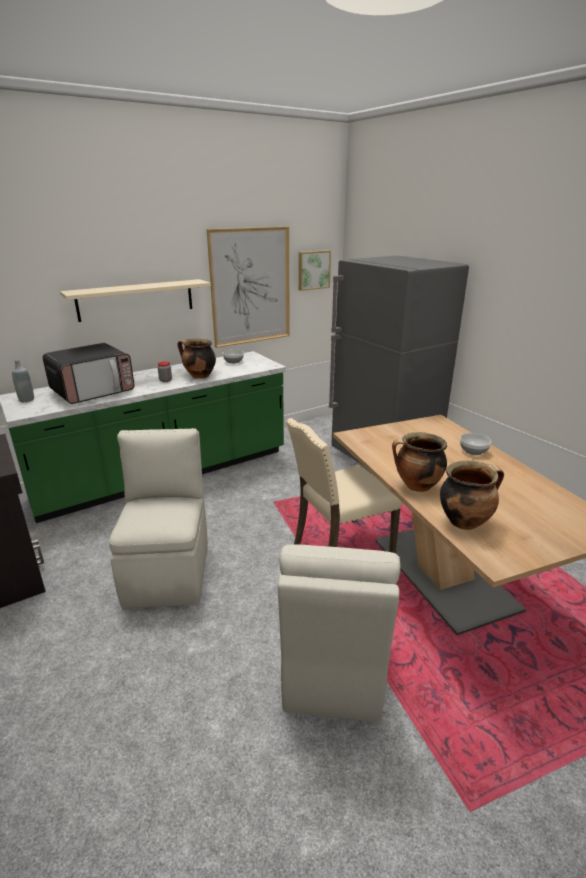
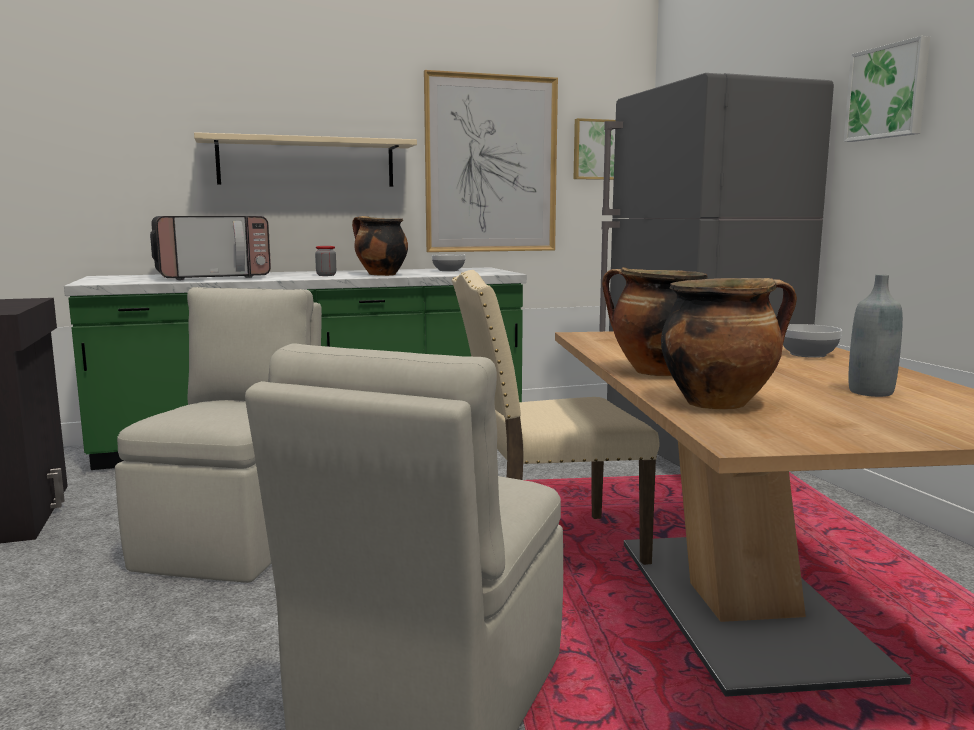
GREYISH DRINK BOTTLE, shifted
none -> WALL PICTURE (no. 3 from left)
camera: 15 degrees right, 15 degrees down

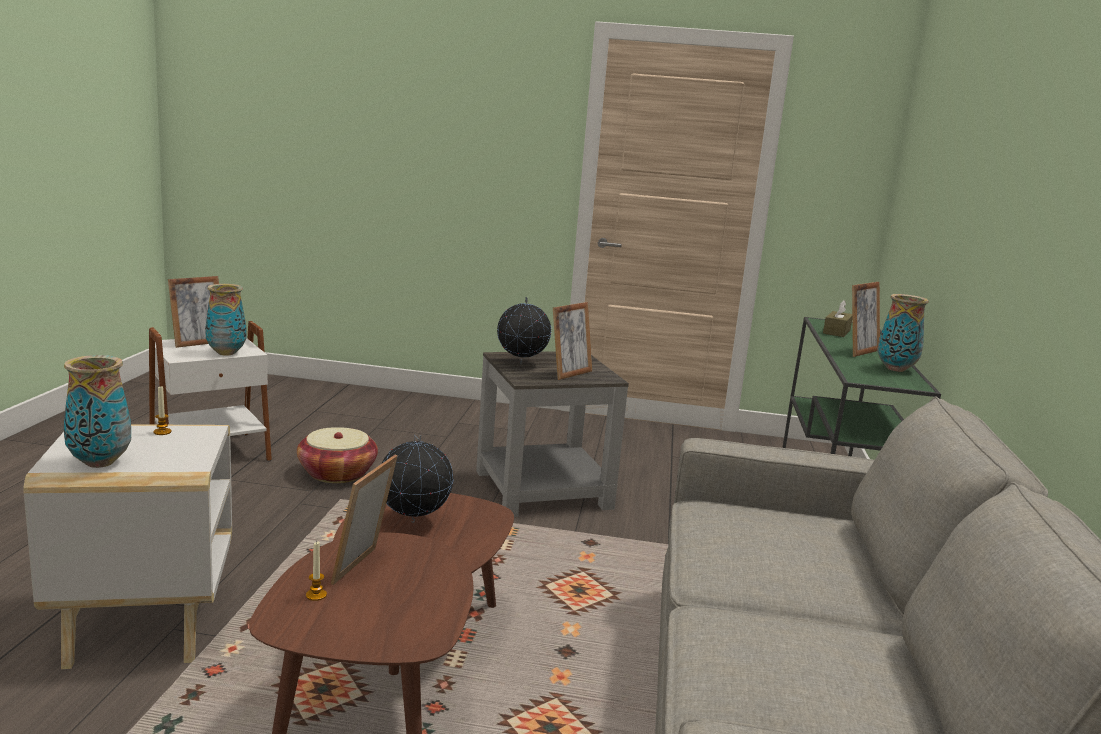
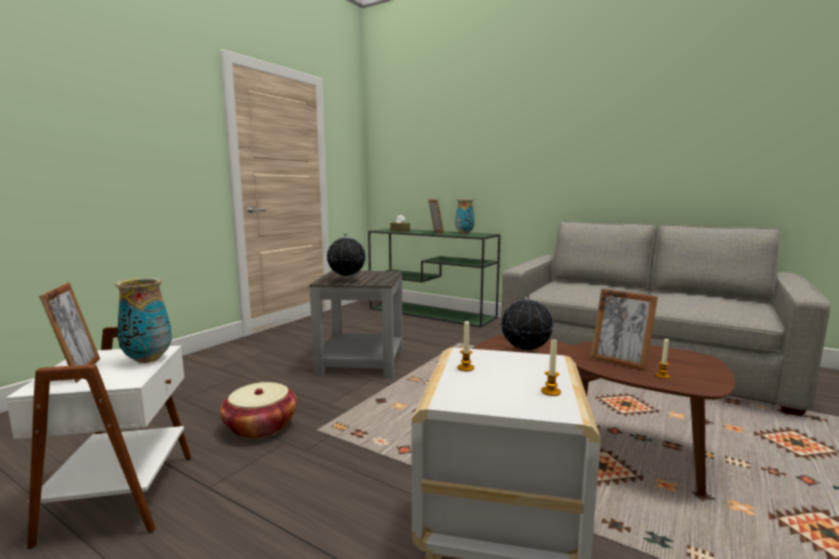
FLOWER VASE (no. 1 from left) -> WAX CANDLE (no. 2 from left)
STANDING FRAME (no. 3 from left) -> none
camera: 65 degrees left, 5 degrees down

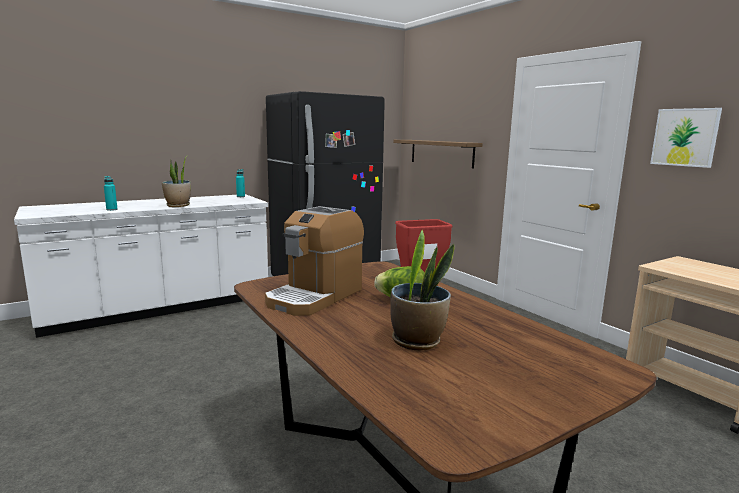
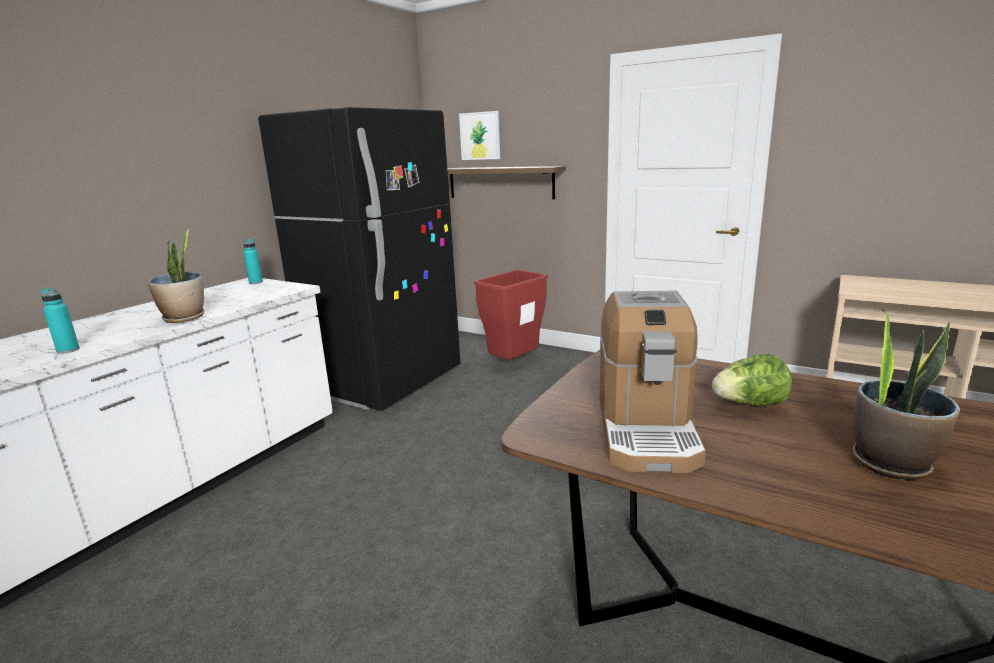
WALL PICTURE, shifted
camera: 25 degrees left, 5 degrees up

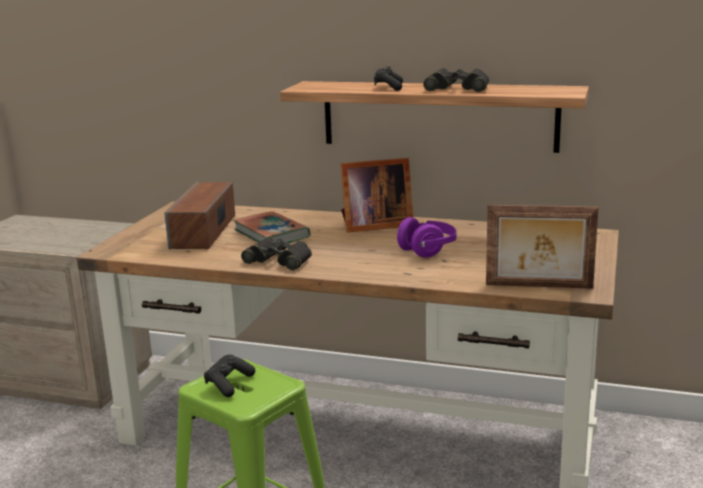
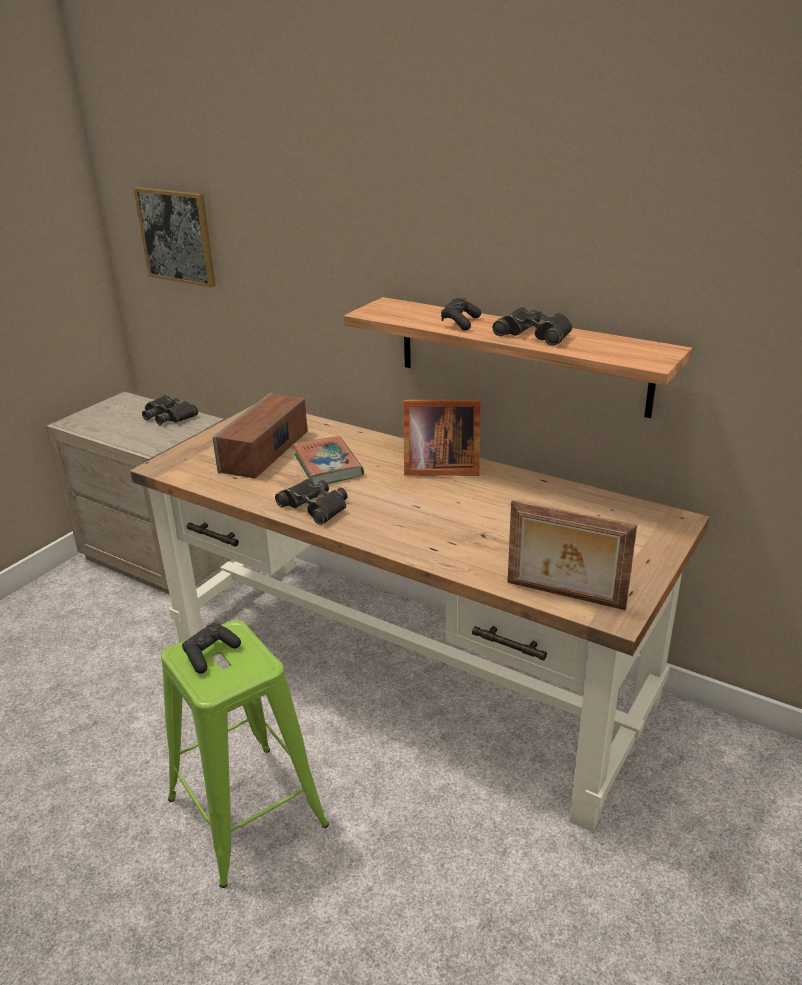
PURPLE-COLOURED HEADSET -> none
none -> WALL PICTURE
none -> BLACK-COLOURED BINOCULARS (no. 1 from left)
camera: 15 degrees right, 10 degrees up

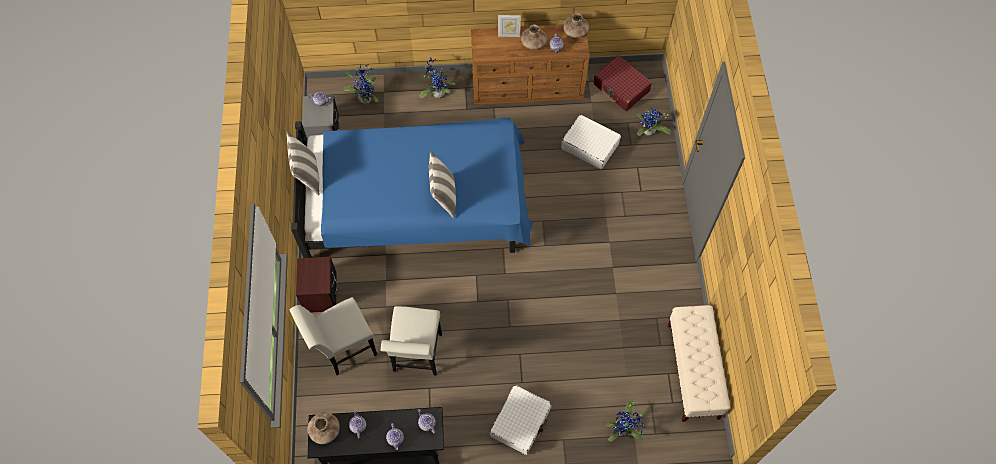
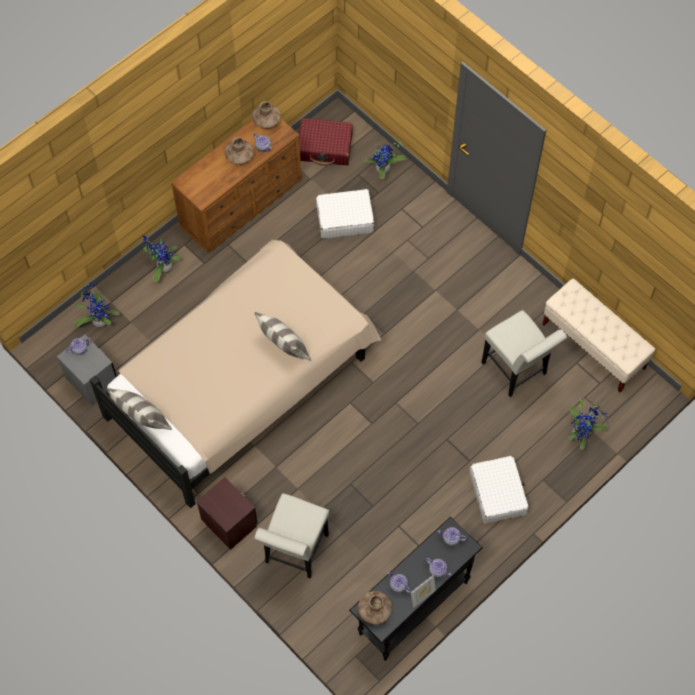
BLUE SLEEPING BED -> SAND-COLOURED SLEEPING BED
WHITISH CHAIR (no. 2 from left), shifted
STANDING FRAME, shifted
camera: 40 degrees left, 0 degrees up

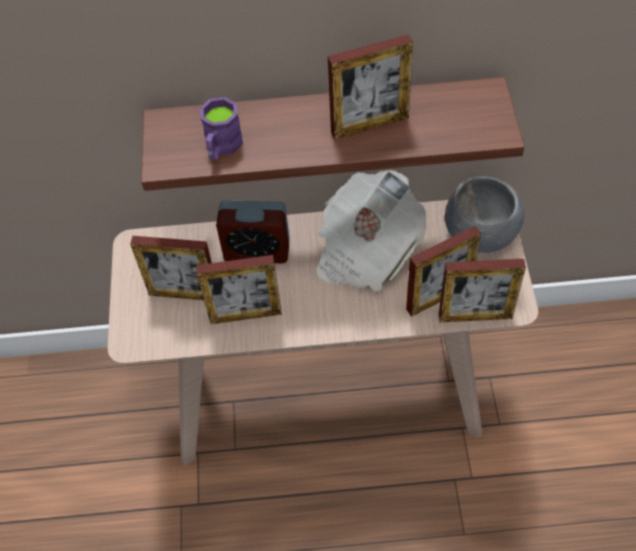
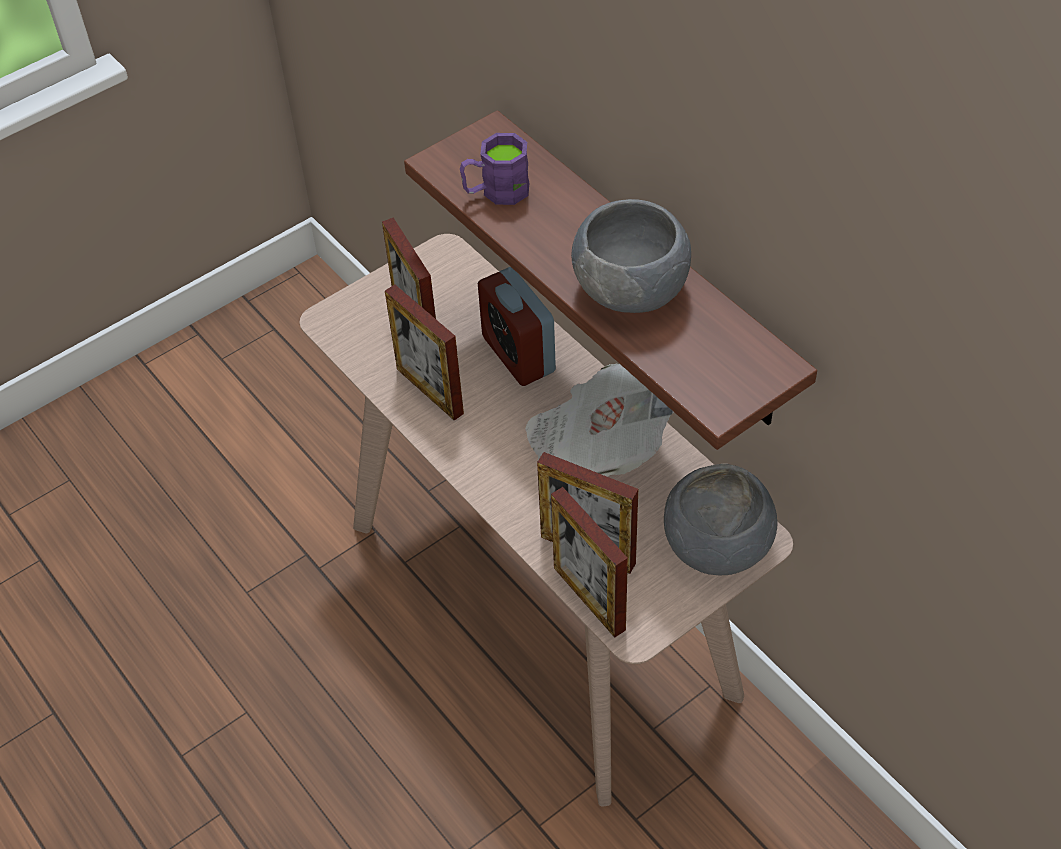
STANDING FRAME (no. 3 from left) -> GREYISH SERVING BOWL (no. 1 from left)
camera: 55 degrees right, 5 degrees down

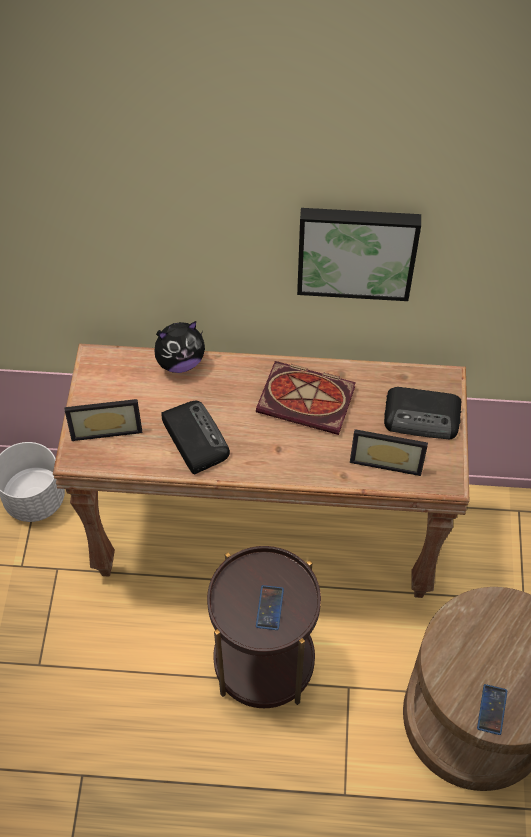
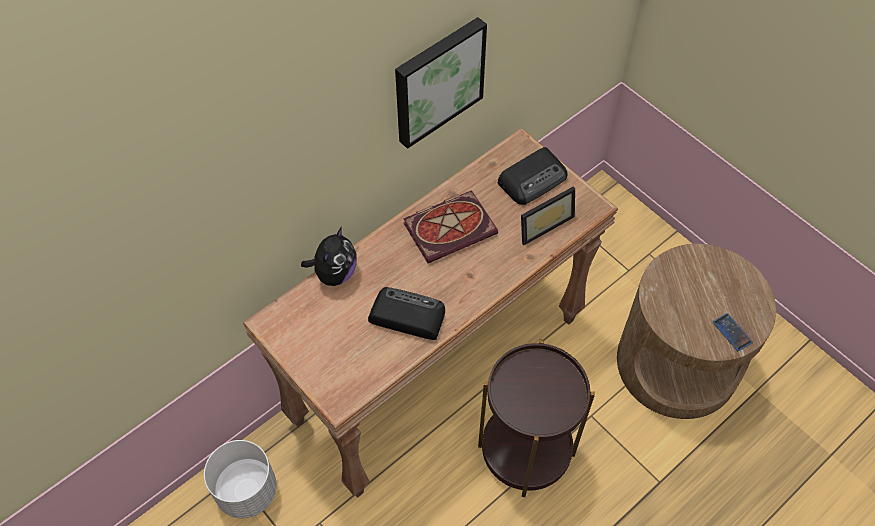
STANDING FRAME (no. 1 from left) -> none
HANDSET (no. 1 from left) -> none
camera: 45 degrees left, 0 degrees up

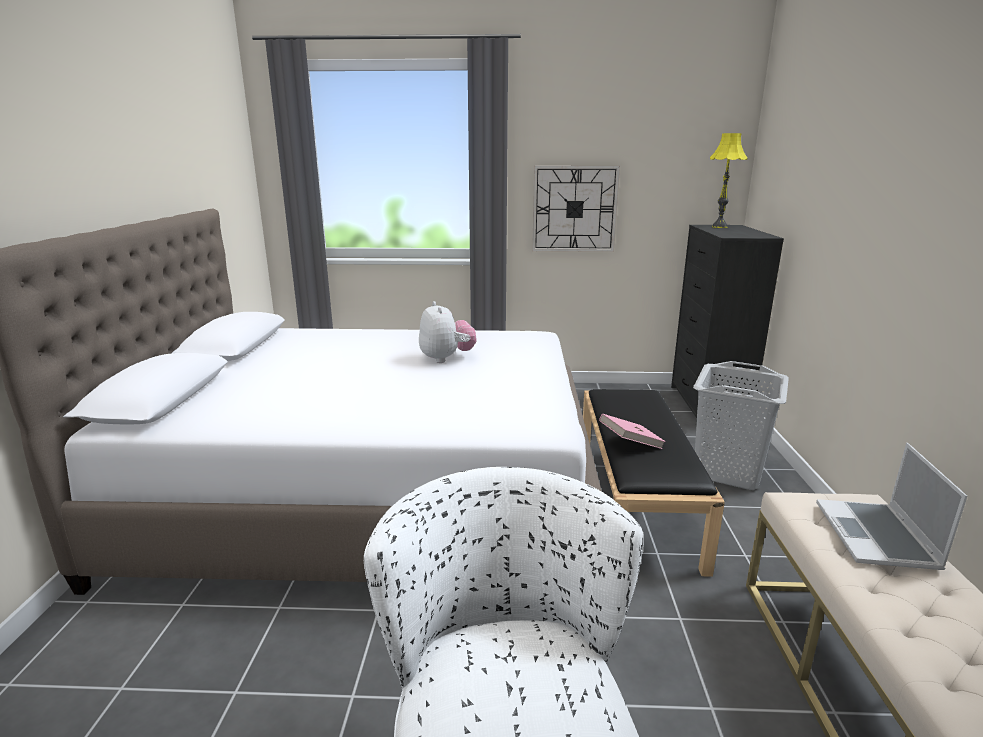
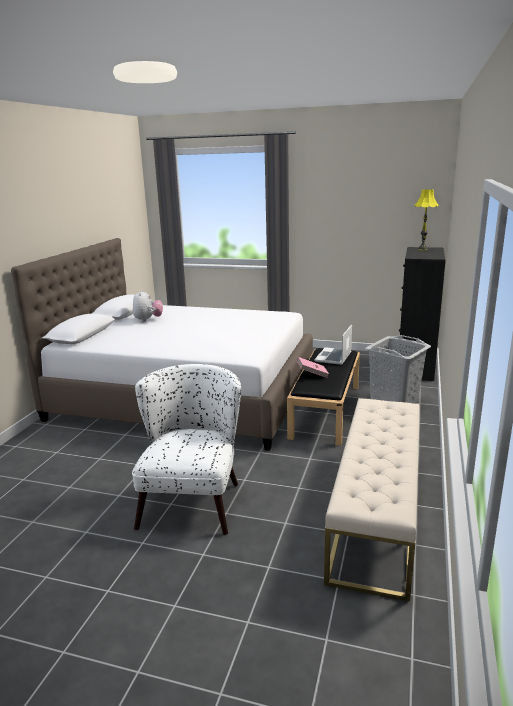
SOFT TOY, shifted
CLOCK ON THE WALL -> none
LAPTOP, shifted
camera: 15 degrees right, 0 degrees up

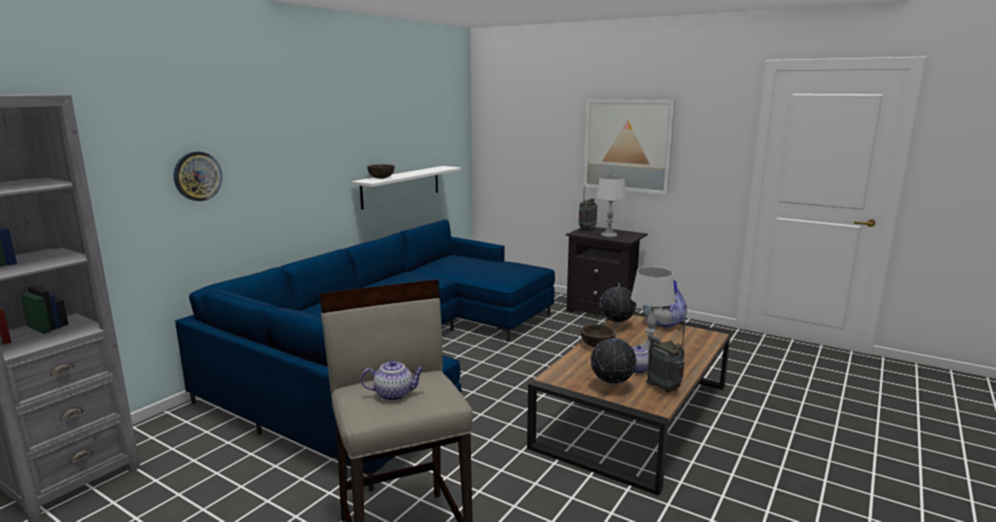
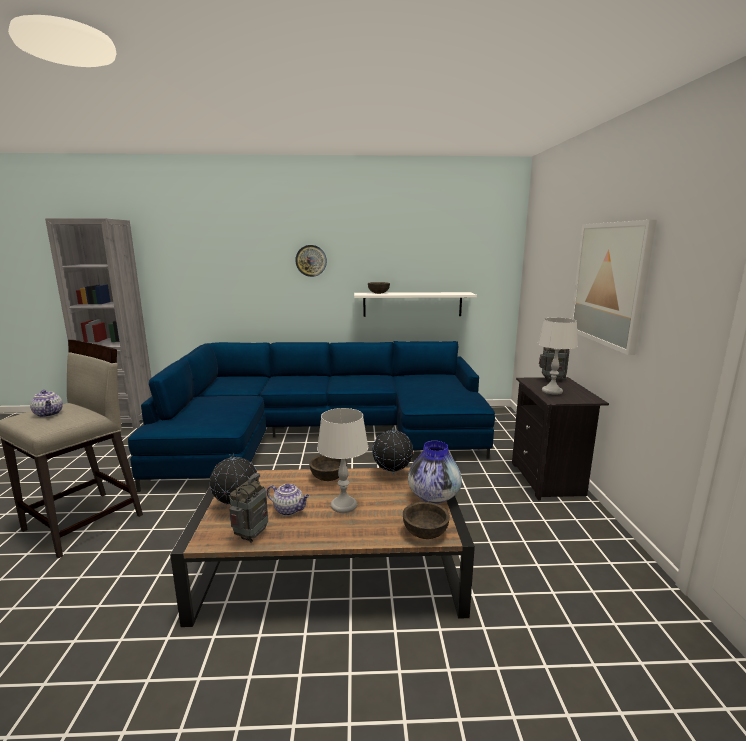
CLOCK ON THE WALL, shifted
none -> BROWNISH SERVING BOWL (no. 3 from left)
camera: 55 degrees right, 0 degrees up

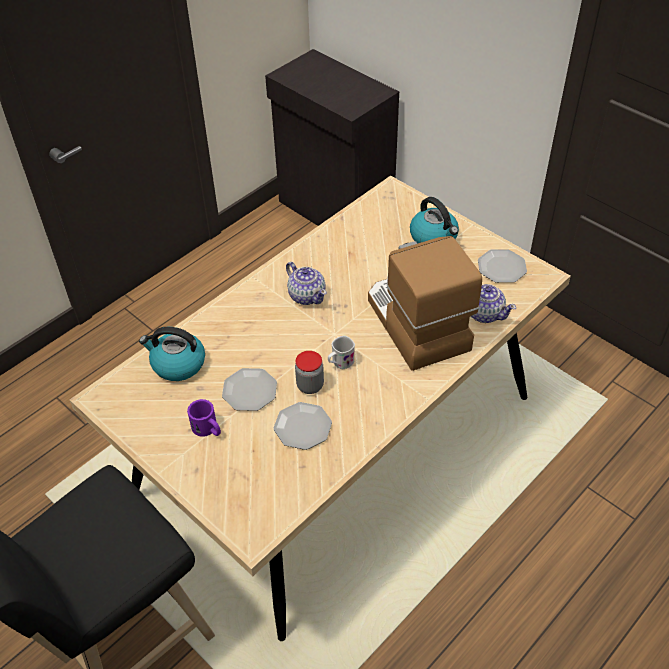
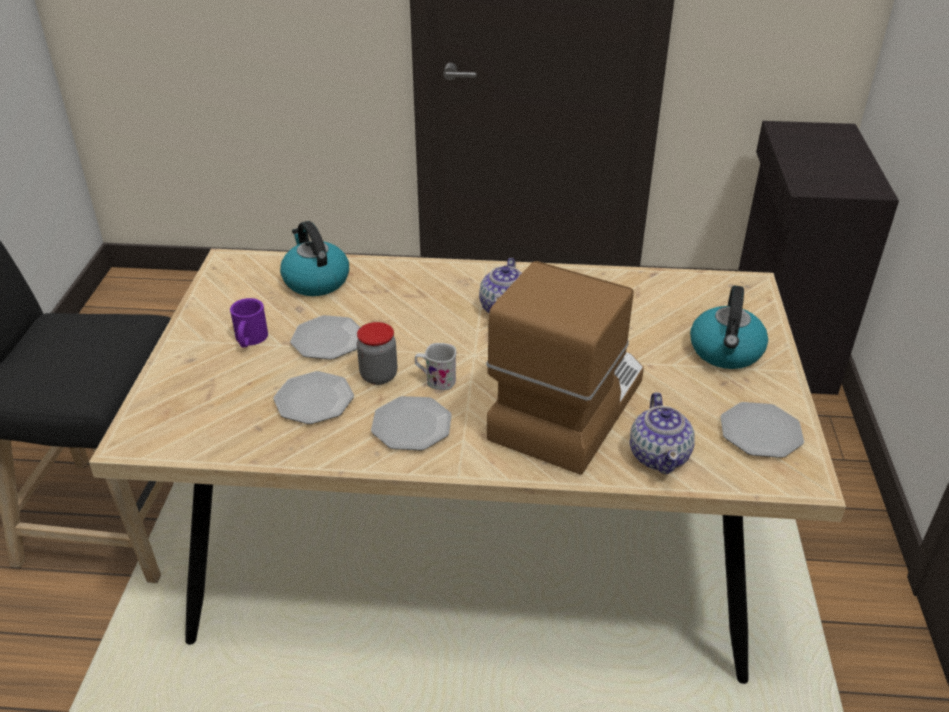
none -> FLAT DISH (no. 3 from left)
camera: 50 degrees right, 10 degrees down

